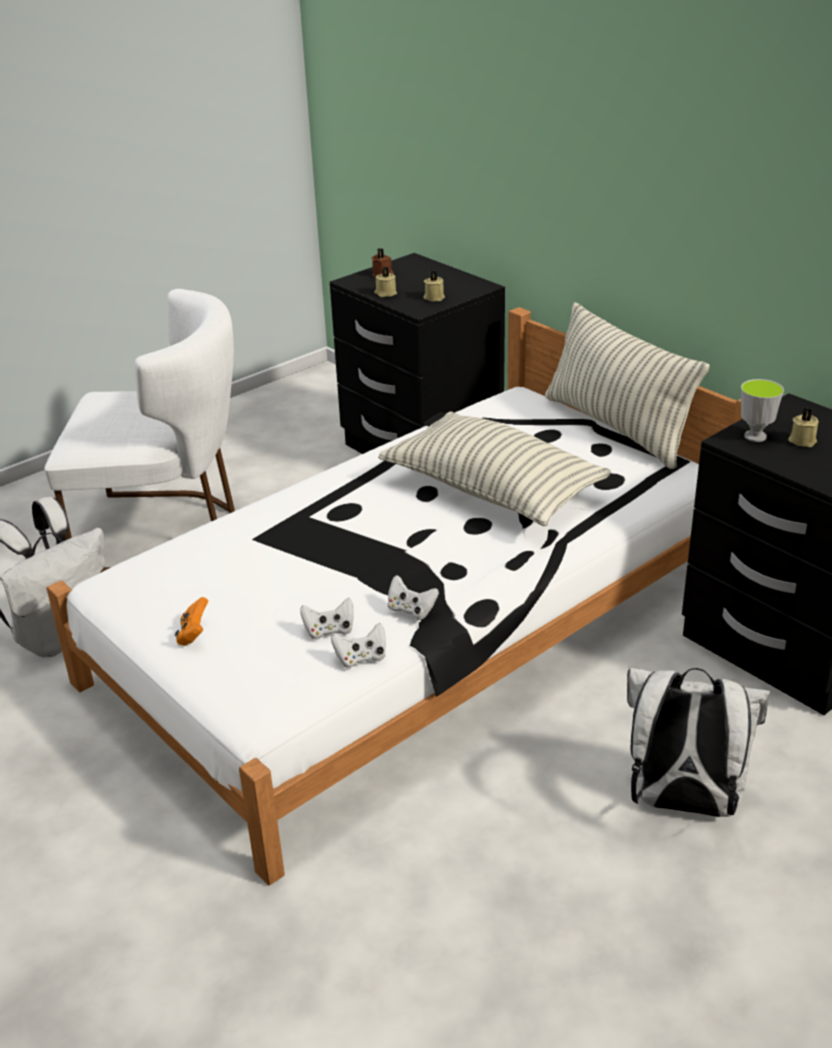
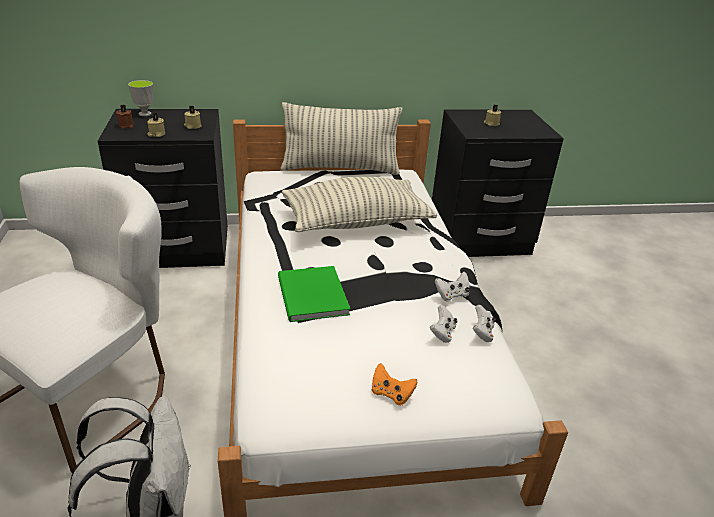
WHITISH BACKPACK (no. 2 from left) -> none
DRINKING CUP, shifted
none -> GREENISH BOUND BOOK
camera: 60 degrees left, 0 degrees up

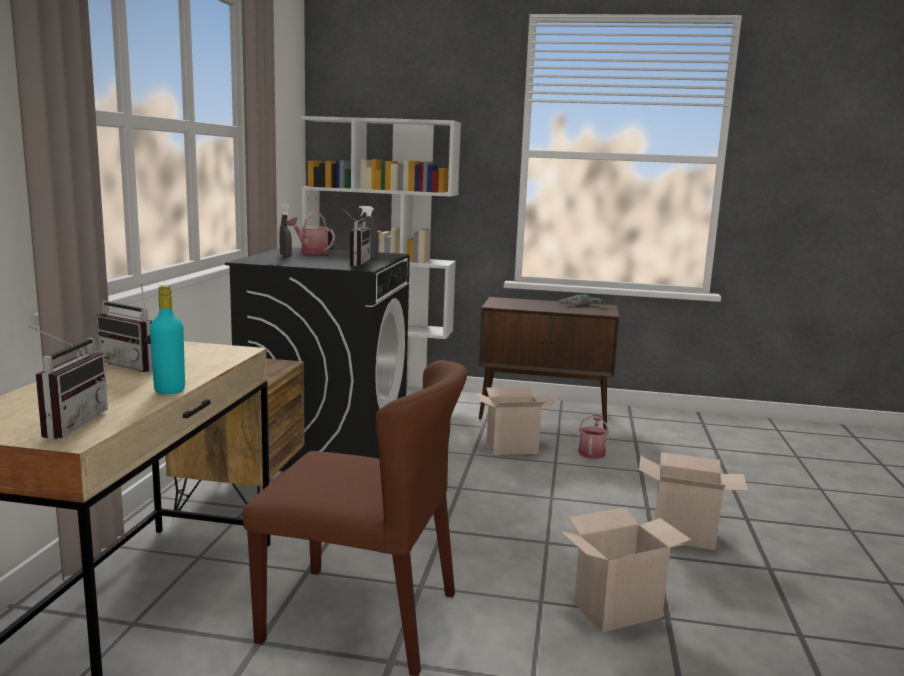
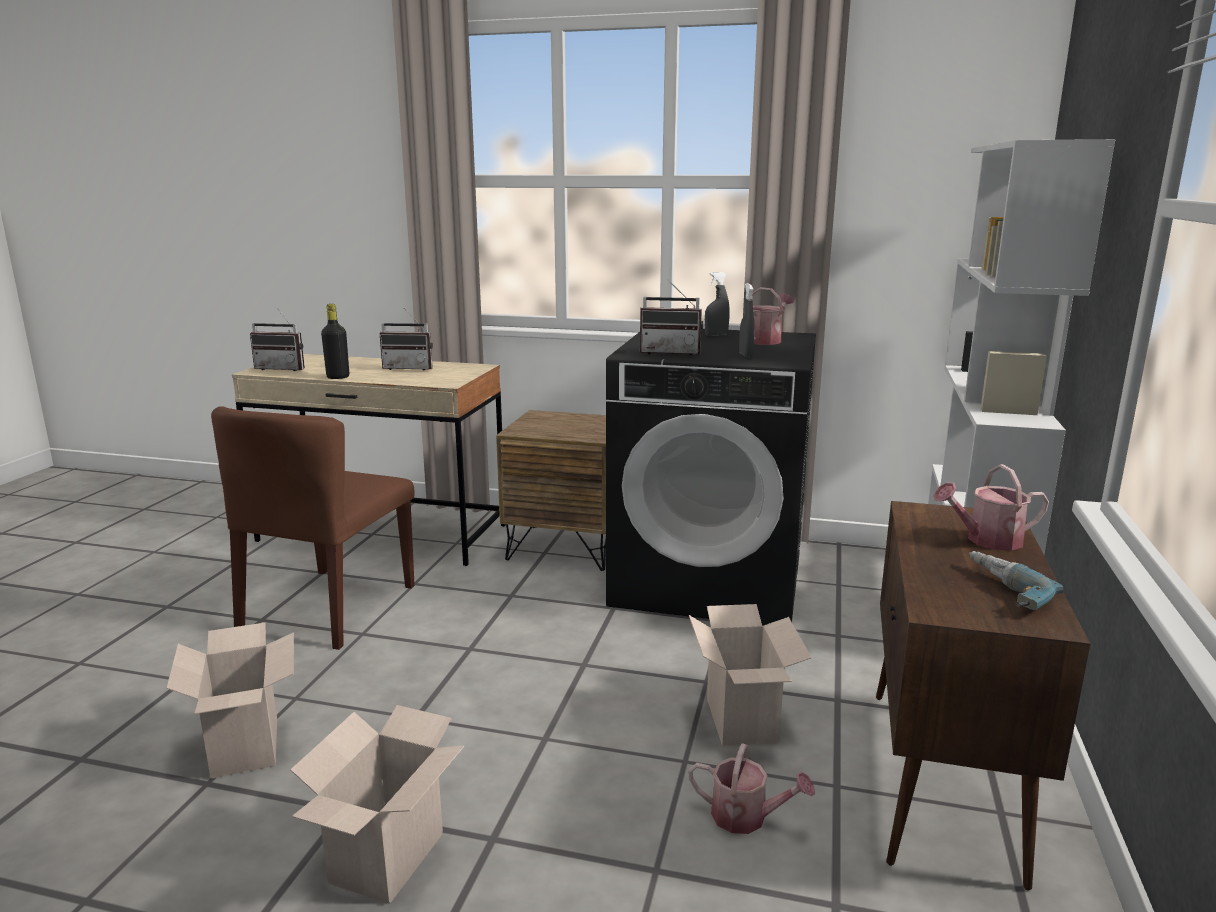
RADIO RECEIVER (no. 2 from left), 120 degrees counterclockwise
BLUE-GREEN DRINK BOTTLE -> BLACK-COLOURED DRINK BOTTLE
none -> WATERING CAN (no. 3 from left)
camera: 95 degrees right, 5 degrees up

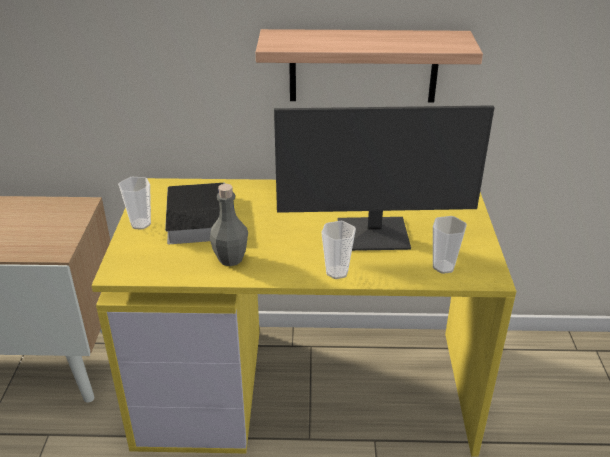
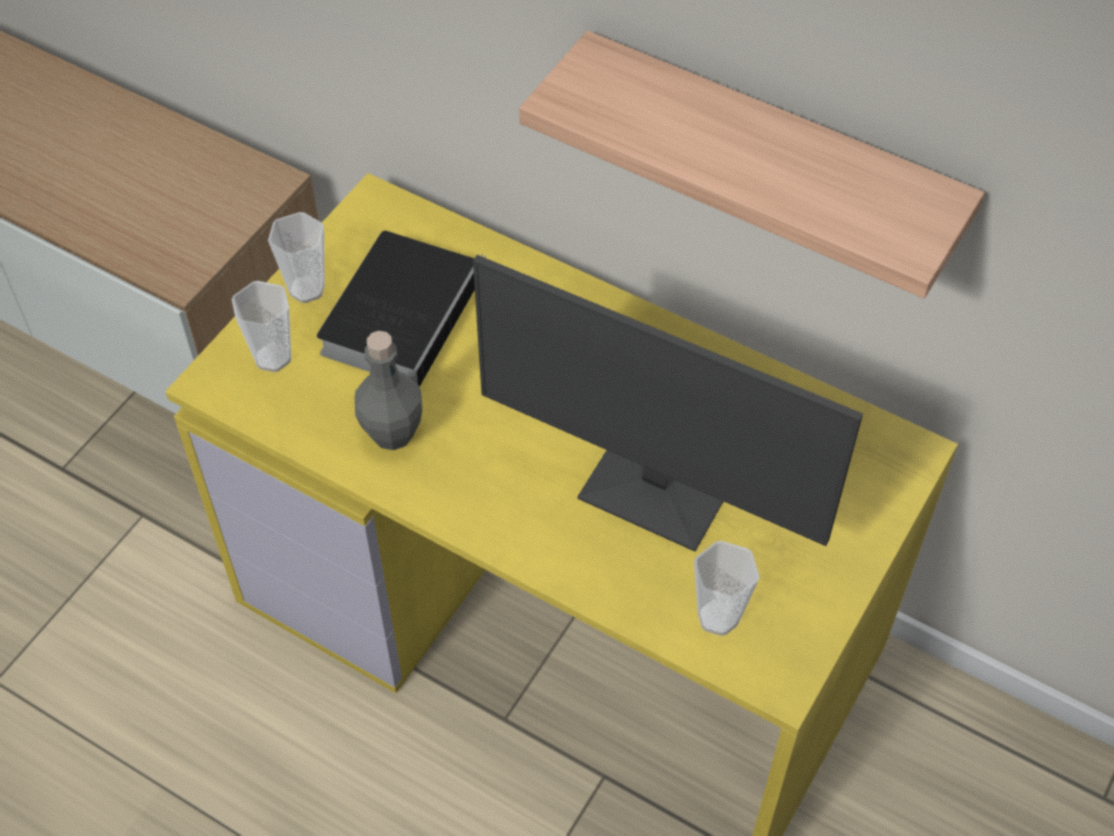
DRINKING CUP (no. 2 from left in the first image) -> DRINKING CUP (no. 1 from left), shifted
camera: 30 degrees right, 20 degrees up

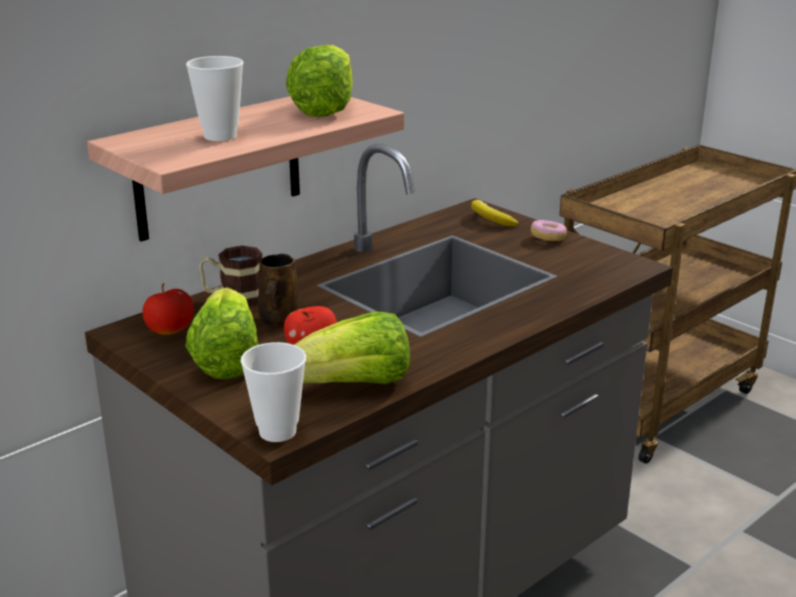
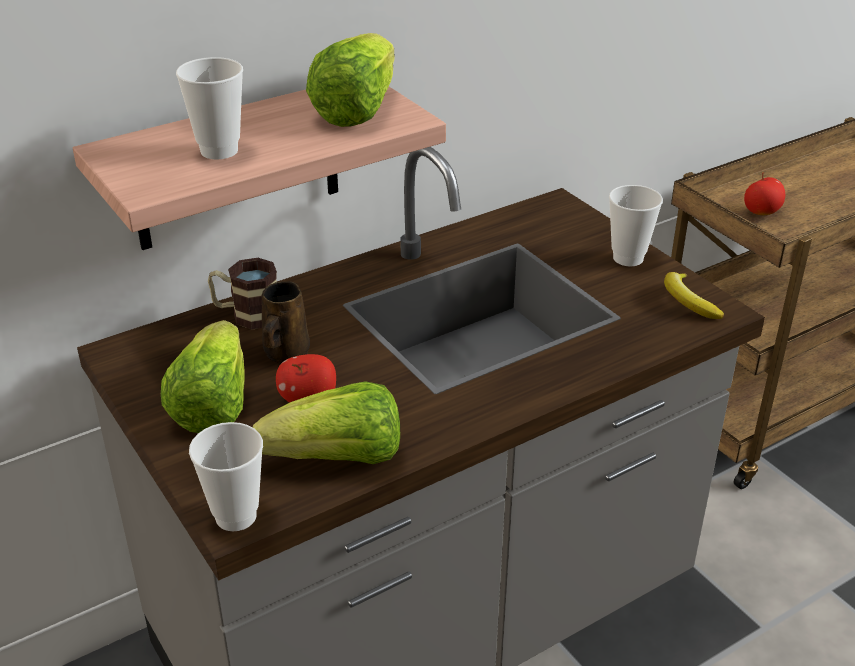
APPLE FRUIT (no. 1 from left in the first image) -> APPLE FRUIT (no. 2 from left), shifted
BANANA, shifted
RING DOUGHNUT -> DRINKING CUP (no. 3 from left)
camera: 10 degrees right, 10 degrees up

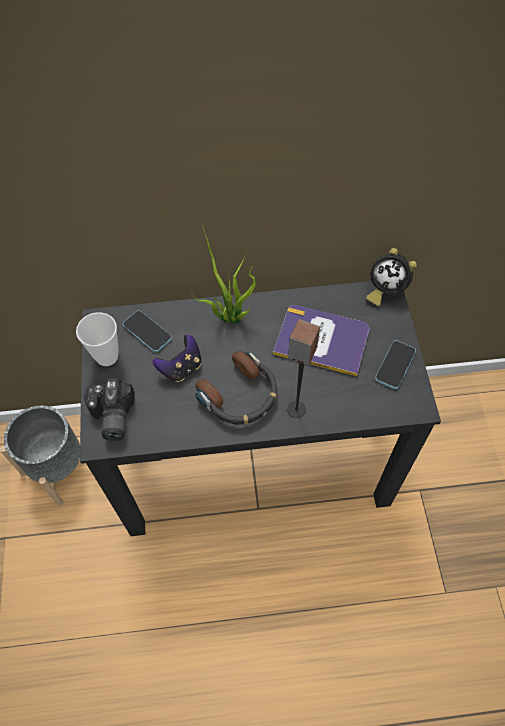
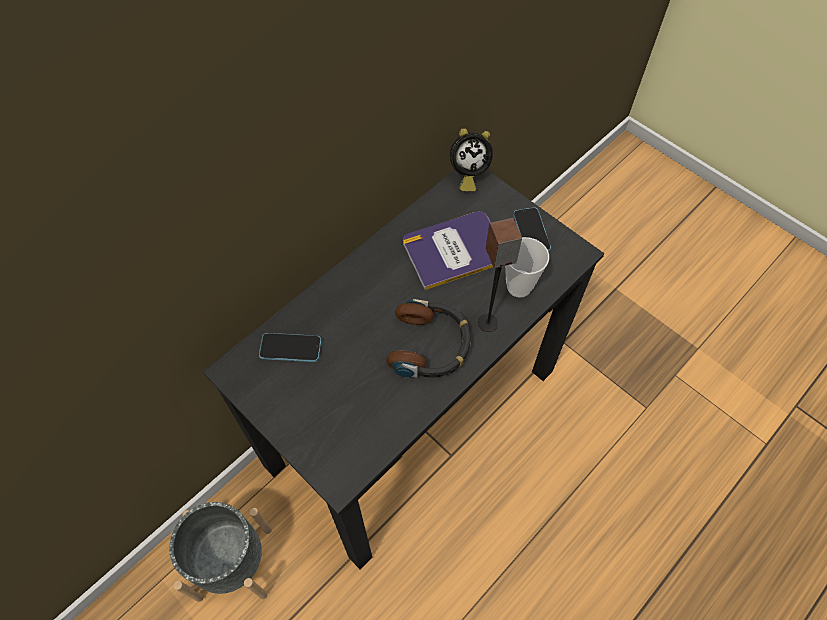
DRINKING CUP, shifted
PHOTO CAMERA -> none
GAME CONTROLLER -> none
PLANT IN A POT -> none
camera: 40 degrees left, 0 degrees up

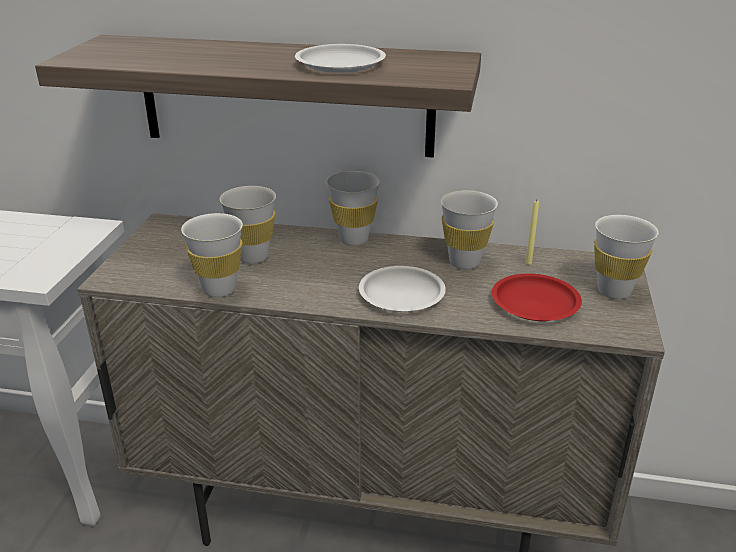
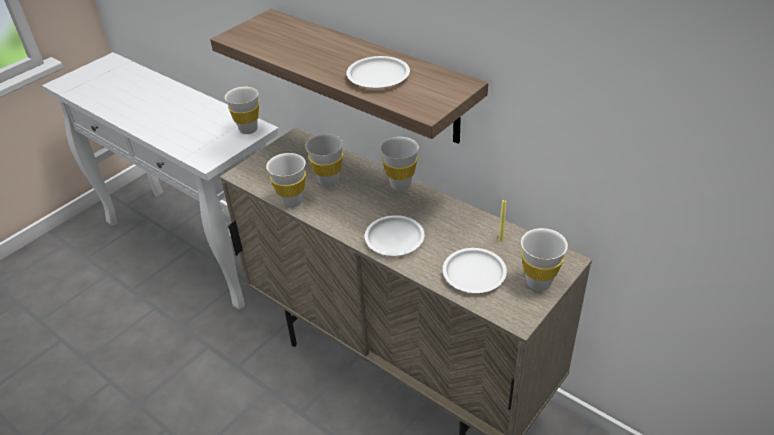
WHITISH DRINKING CUP (no. 4 from left in the first image) -> WHITISH DRINKING CUP (no. 1 from left), shifted
REDDISH FLAT DISH -> WHITISH FLAT DISH (no. 3 from left)
camera: 30 degrees right, 10 degrees up

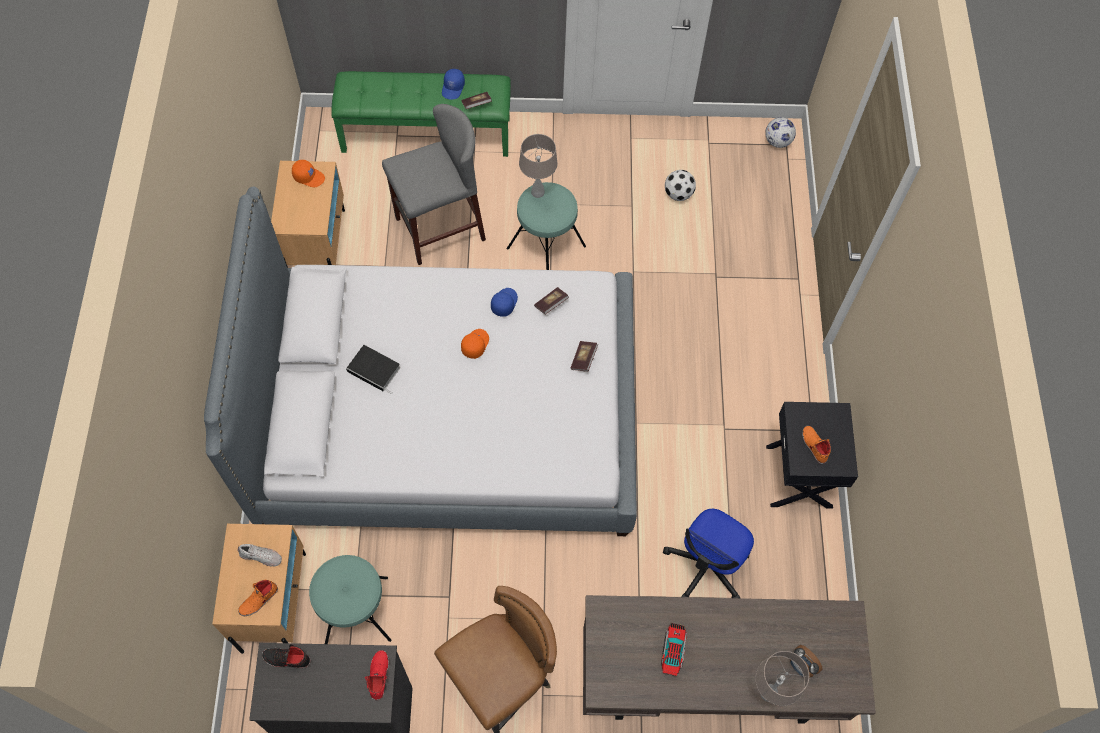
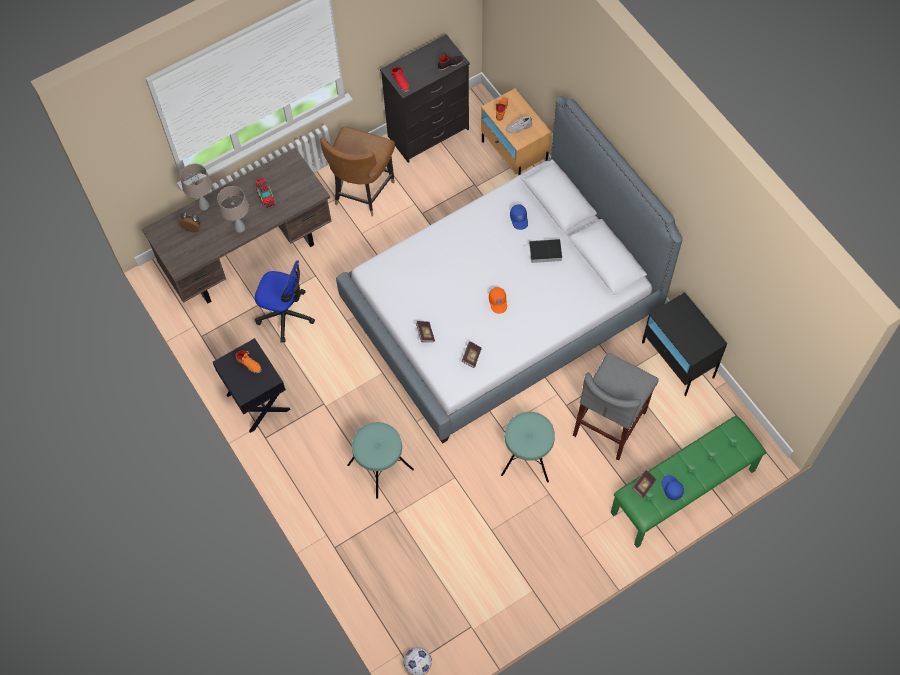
SAND-COLOURED BEDSIDE TABLE (no. 2 from left) -> BLACK-COLOURED BEDSIDE TABLE (no. 2 from left)
ORANGE-COLOURED PEAKED CAP (no. 1 from left) -> none
BLUE-GREEN STOOL SEAT (no. 1 from left), shifted
BLUE PEAKED CAP (no. 2 from left in the first image) -> BLUE PEAKED CAP (no. 1 from left), shifted
SAND-COLOURED TABLETOP LAMP (no. 1 from left in the first image) -> SAND-COLOURED TABLETOP LAMP (no. 2 from left), shifted
COMPUTER CHAIR, 105 degrees clockwise
FOOTBALL BALL (no. 1 from left) -> none
camera: 150 degrees right, 0 degrees up

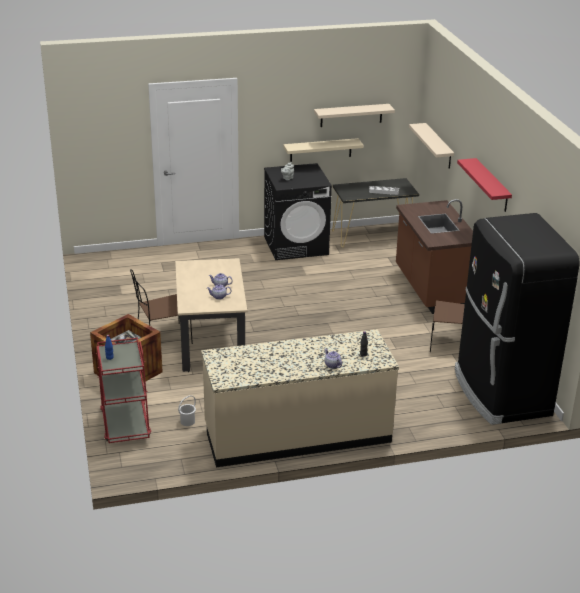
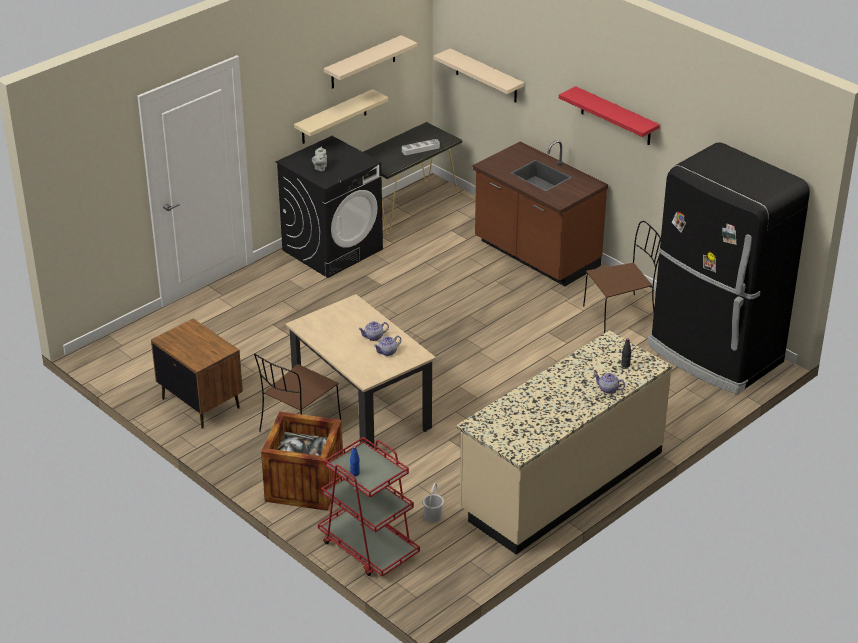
none -> BROWNISH BEDSIDE TABLE
camera: 30 degrees left, 5 degrees up

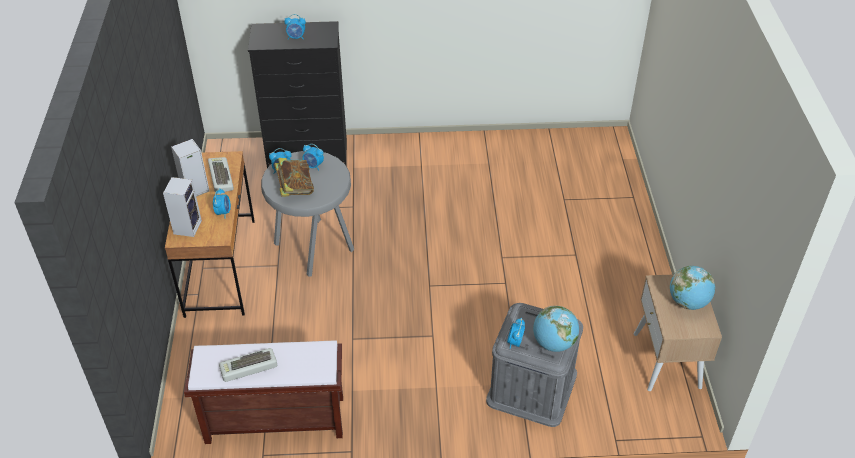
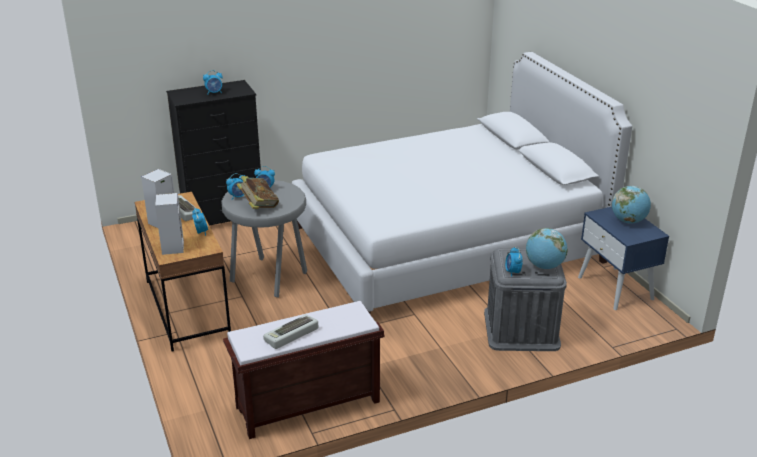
SAND-COLOURED BEDSIDE TABLE -> BLUE BEDSIDE TABLE
none -> WHITISH SLEEPING BED
camera: 20 degrees left, 15 degrees down

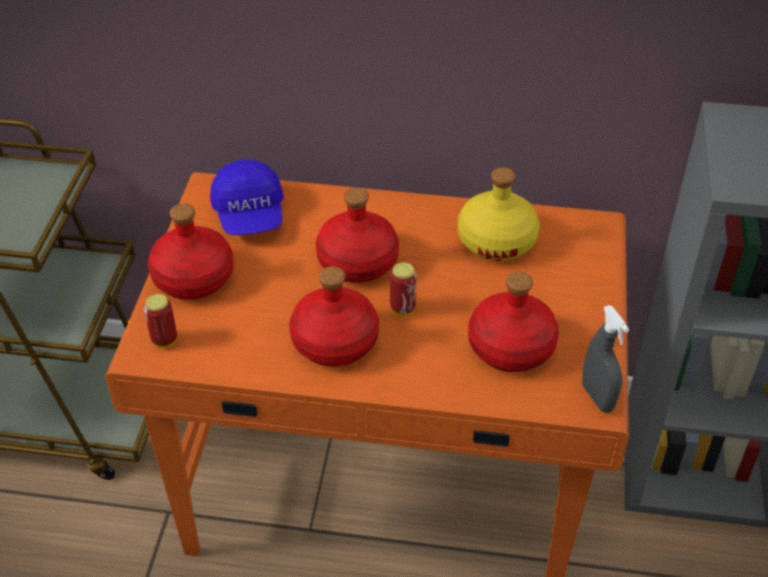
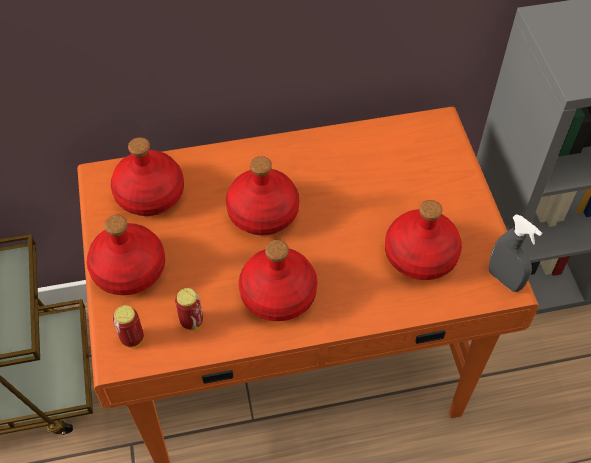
BLUE PEAKED CAP -> REDDISH DRINK BOTTLE (no. 2 from left)
METAL CAN (no. 2 from left), shifted
YELLOW-COLOURED DRINK BOTTLE -> none
camera: 20 degrees left, 10 degrees up

